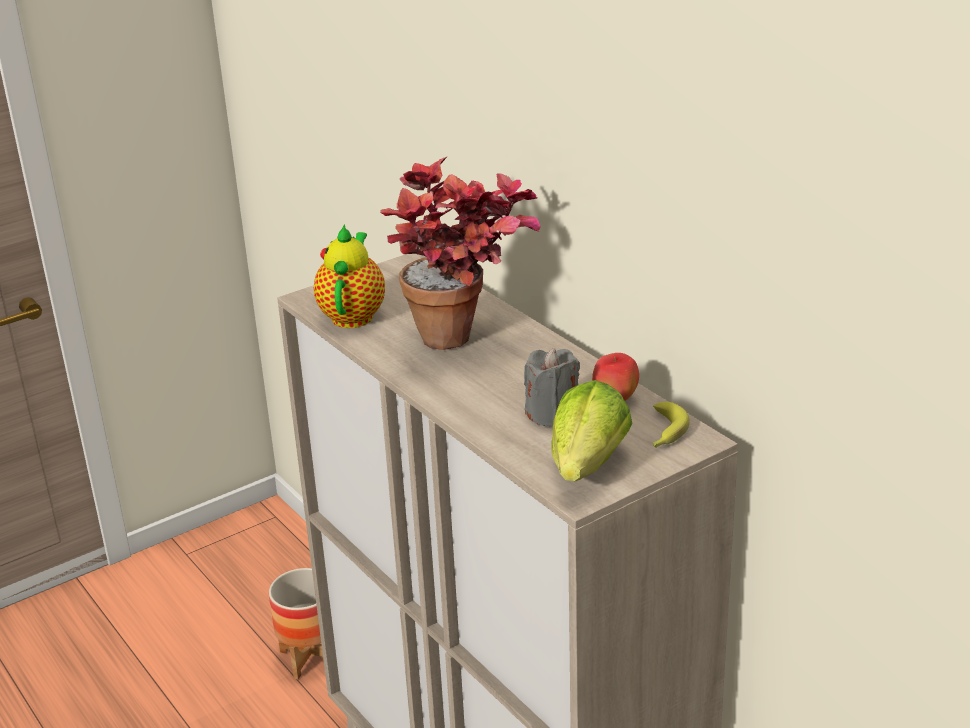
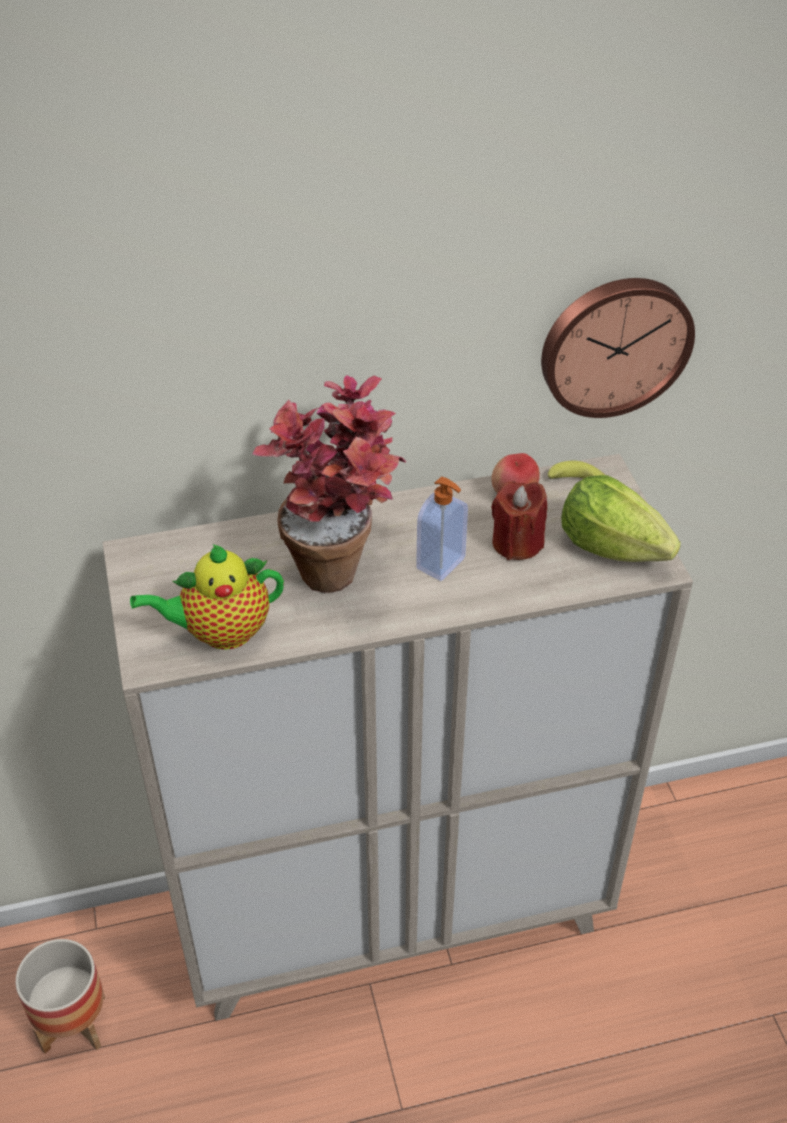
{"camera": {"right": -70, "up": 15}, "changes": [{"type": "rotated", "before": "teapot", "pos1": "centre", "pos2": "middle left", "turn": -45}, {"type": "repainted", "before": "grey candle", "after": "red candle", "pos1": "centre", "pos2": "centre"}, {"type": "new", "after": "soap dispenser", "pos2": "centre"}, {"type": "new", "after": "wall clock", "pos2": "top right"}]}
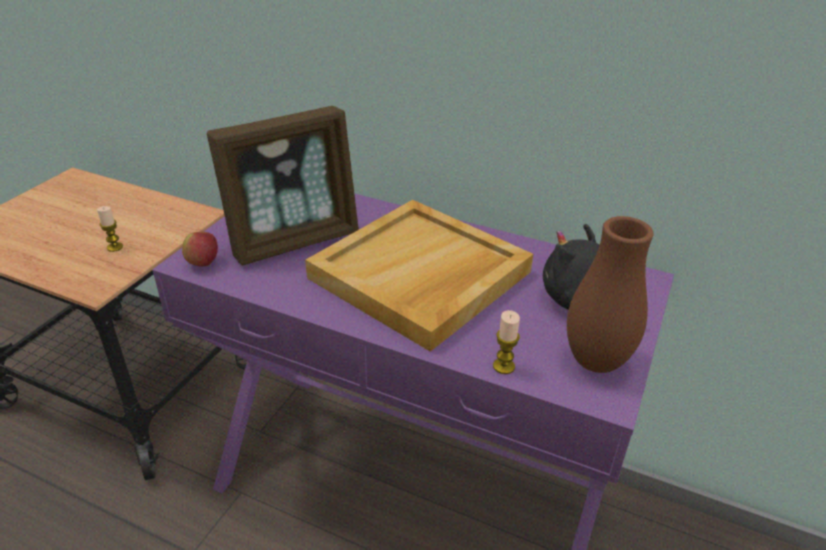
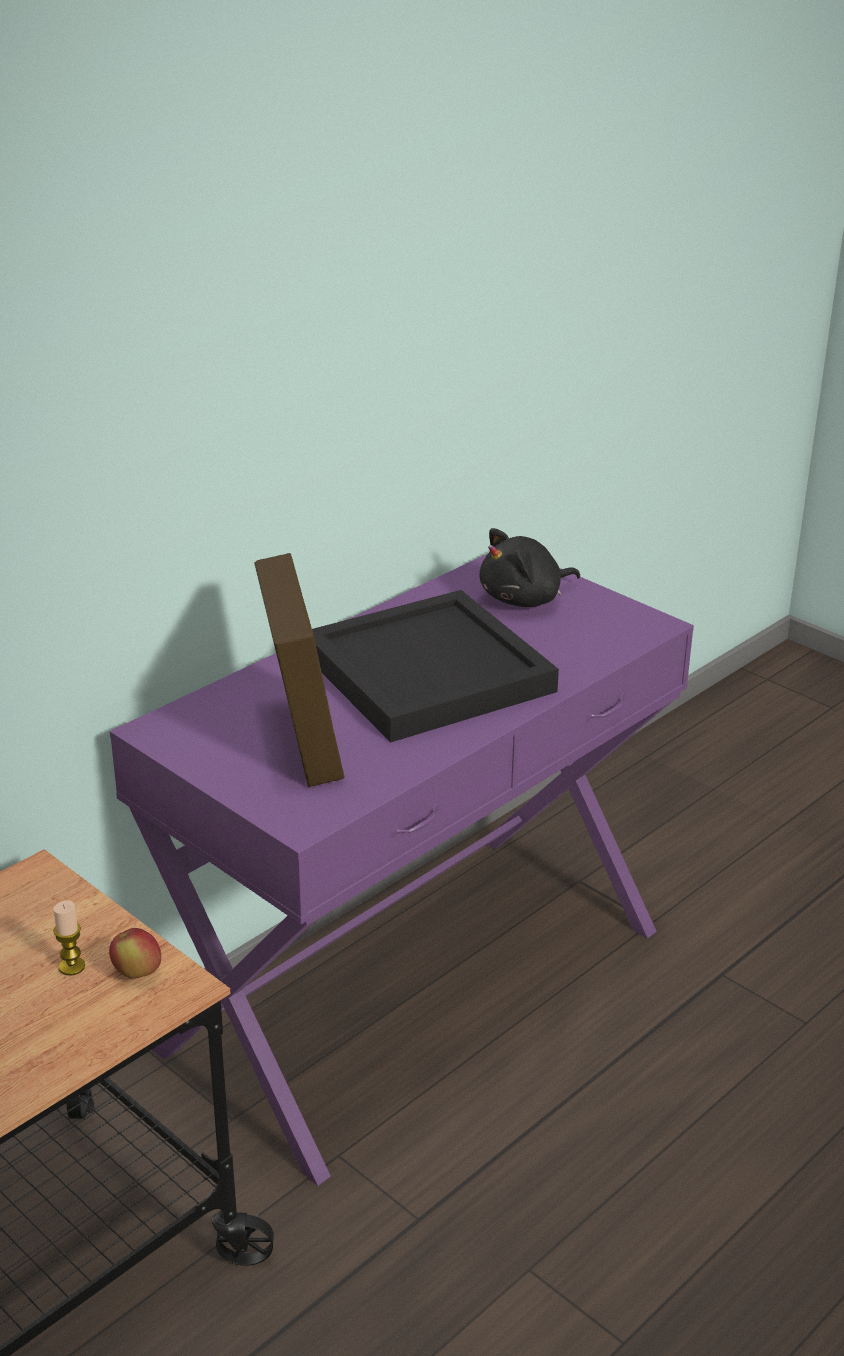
{"camera": {"right": -70, "up": -5}, "changes": [{"type": "shifted", "before": "apple", "pos1": "middle left", "pos2": "bottom left"}, {"type": "repainted", "before": "beige tray", "after": "black tray", "pos1": "centre", "pos2": "centre"}, {"type": "gone", "before": "candle (no. 2 from left)", "pos1": "centre"}, {"type": "gone", "before": "brown vase", "pos1": "middle right"}]}
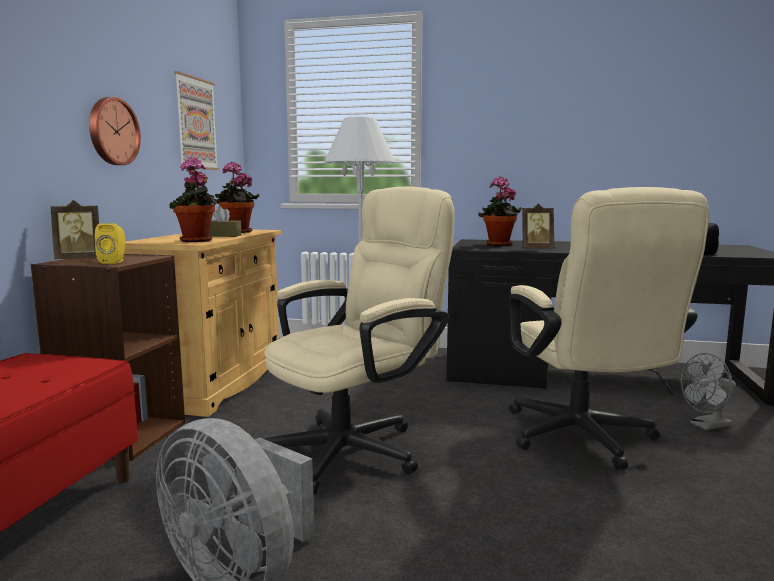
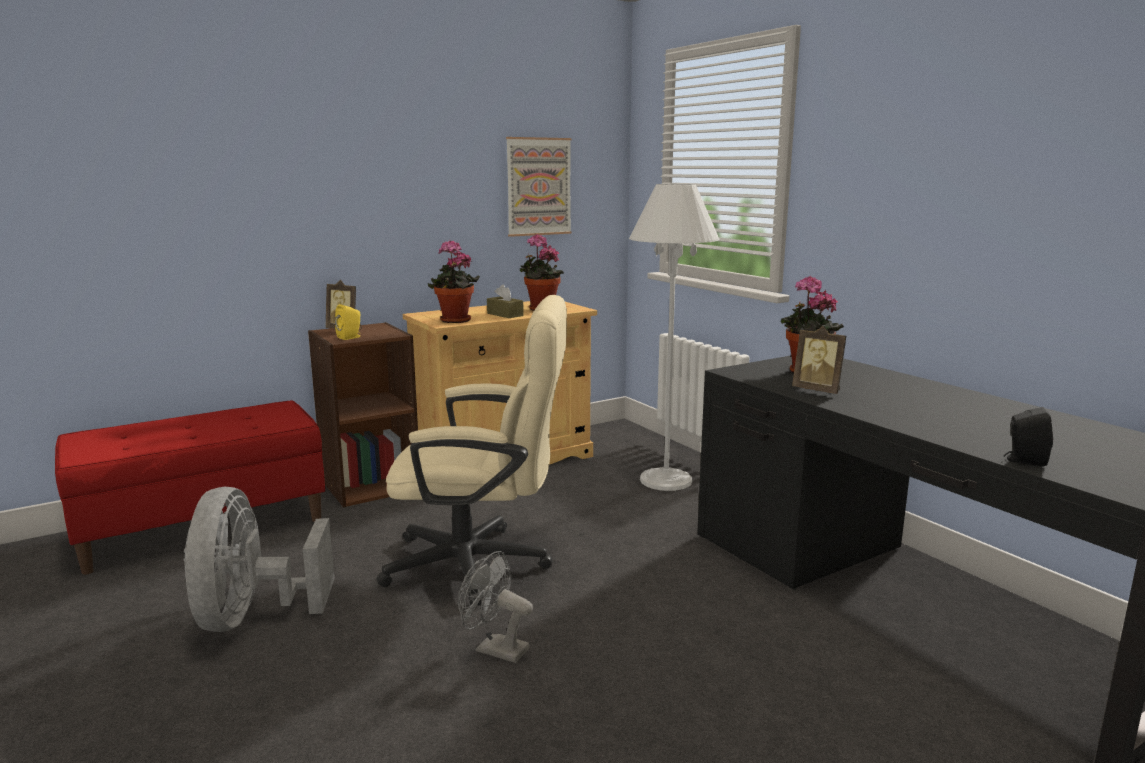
{"camera": {"right": 45, "up": 5}, "changes": [{"type": "gone", "before": "wall clock", "pos1": "top left"}, {"type": "gone", "before": "beige office chair (no. 2 from left)", "pos1": "middle right"}, {"type": "shifted", "before": "grey fan (no. 2 from left)", "pos1": "bottom right", "pos2": "bottom centre"}]}
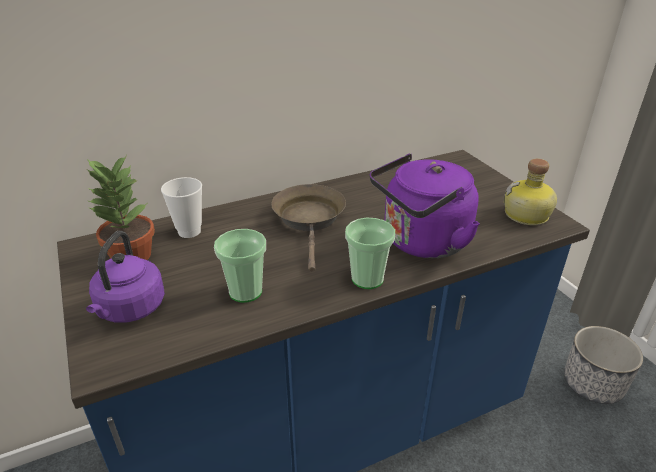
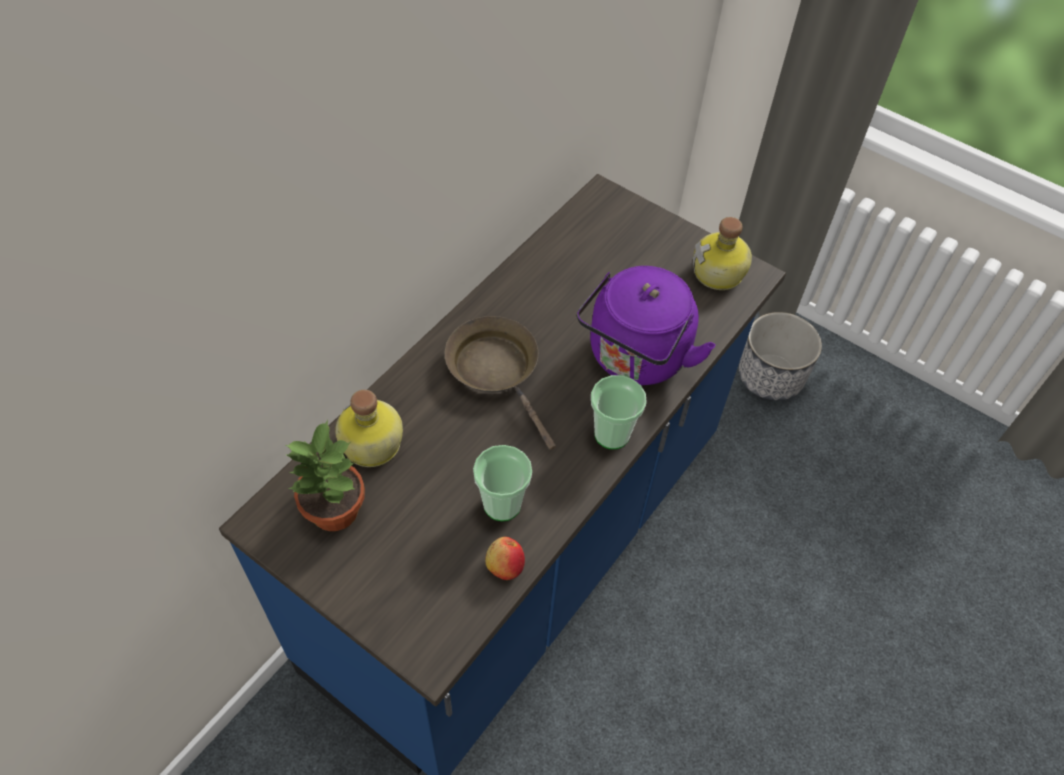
{"camera": {"right": -30, "up": 20}, "changes": [{"type": "gone", "before": "purple kettle (no. 1 from left)", "pos1": "middle left"}, {"type": "swapped", "before": "cup (no. 1 from left)", "after": "bottle (no. 1 from left)", "pos1": "middle left", "pos2": "centre"}, {"type": "new", "after": "apple", "pos2": "bottom centre"}]}
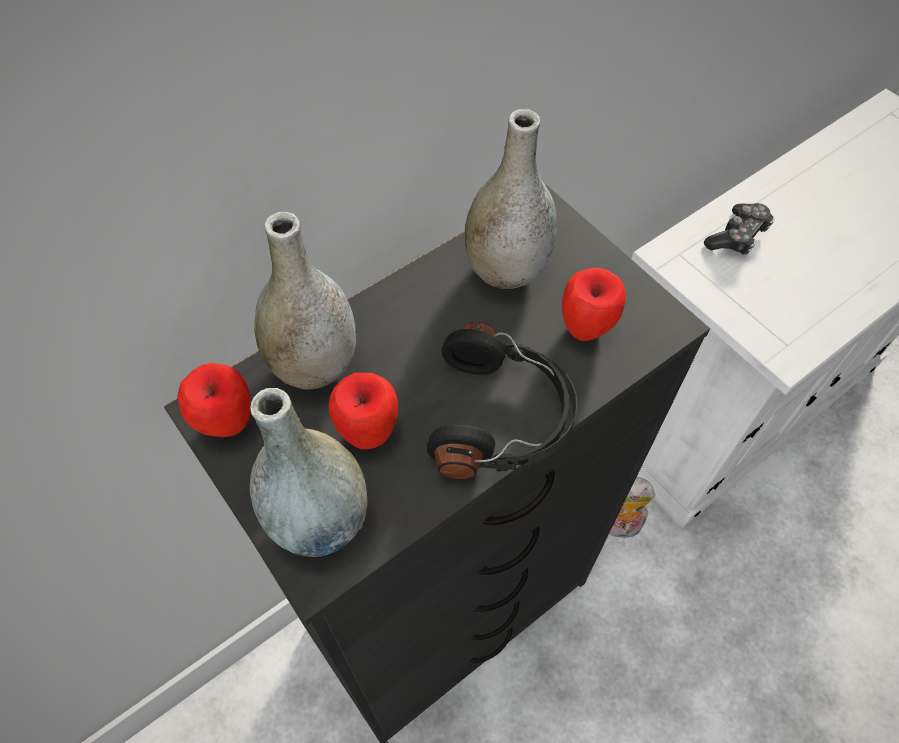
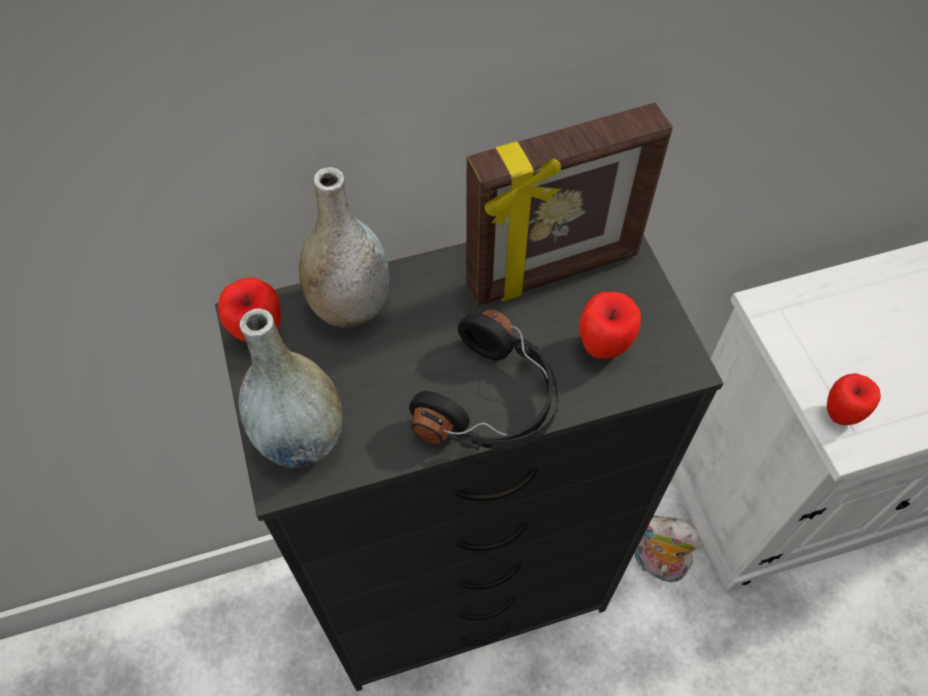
{"camera": {"right": 20, "up": 0}, "changes": [{"type": "shifted", "before": "apple (no. 2 from left in the first image)", "after": "apple (no. 3 from left)", "pos1": "centre", "pos2": "middle right"}, {"type": "swapped", "before": "grey vase (no. 3 from left)", "after": "picture frame", "pos1": "top centre", "pos2": "top centre"}, {"type": "gone", "before": "game controller", "pos1": "top right"}]}
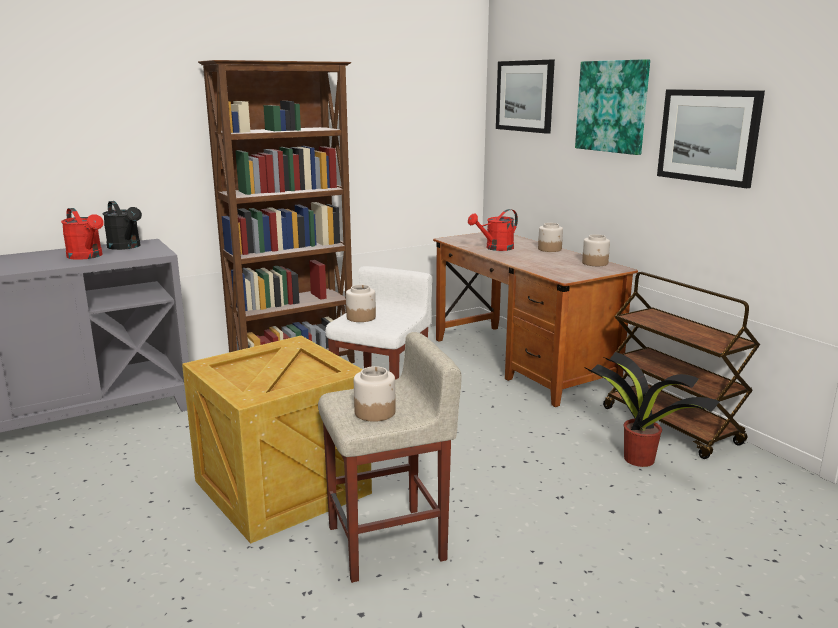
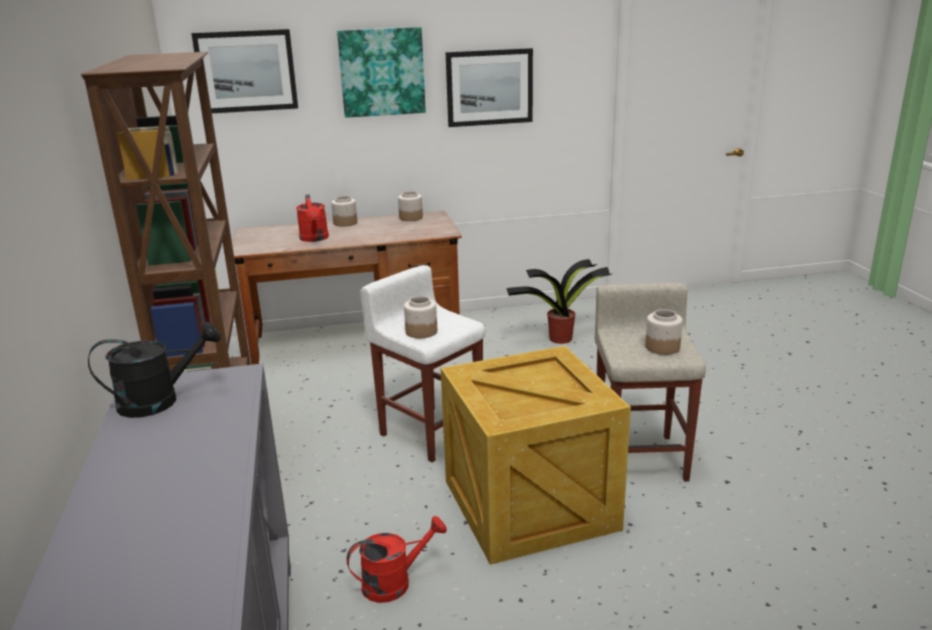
{"camera": {"right": -70, "up": 5}, "changes": [{"type": "shifted", "before": "red watering can (no. 1 from left in the first image)", "after": "red watering can (no. 2 from left)", "pos1": "middle left", "pos2": "bottom centre"}, {"type": "gone", "before": "brown cart", "pos1": "middle right"}]}
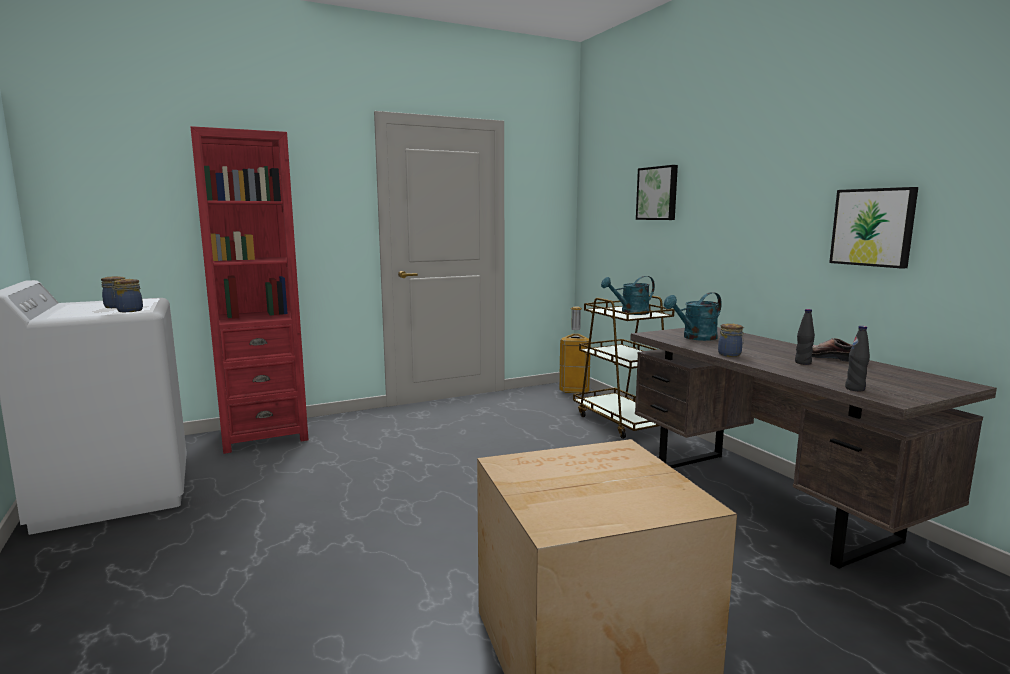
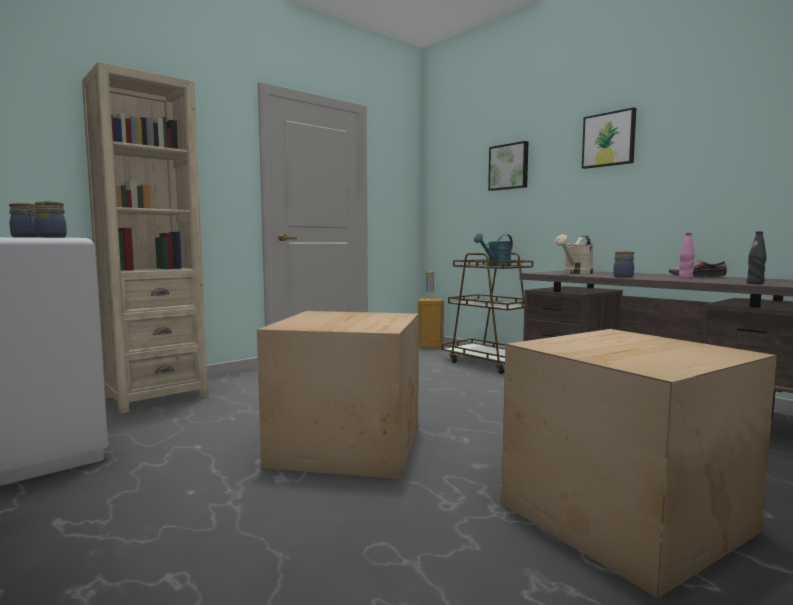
{"camera": {"right": -15, "up": -5}, "changes": [{"type": "repainted", "before": "red bookcase", "after": "beige bookcase", "pos1": "middle left", "pos2": "middle left"}, {"type": "repainted", "before": "turquoise watering can (no. 2 from left)", "after": "beige watering can", "pos1": "middle right", "pos2": "middle right"}, {"type": "repainted", "before": "black bottle (no. 1 from left)", "after": "pink bottle", "pos1": "middle right", "pos2": "middle right"}, {"type": "shifted", "before": "picture (no. 2 from left)", "pos1": "middle right", "pos2": "top right"}, {"type": "new", "after": "cardboard box (no. 1 from left)", "pos2": "centre"}]}
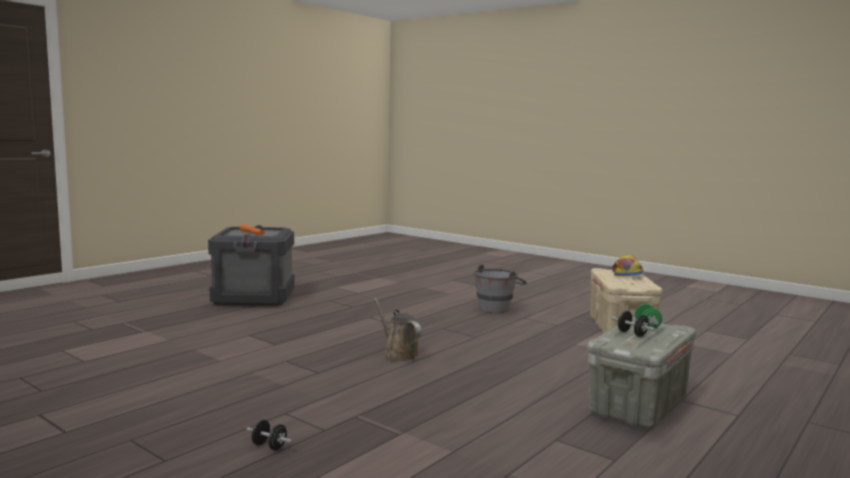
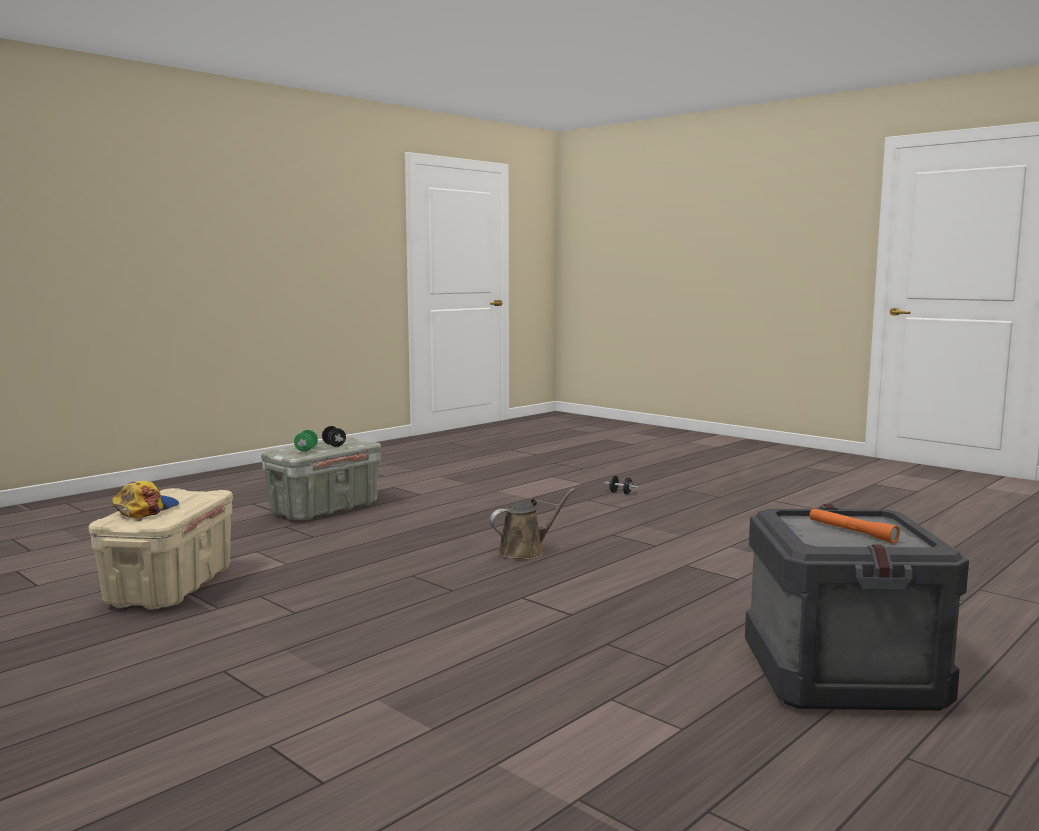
{"camera": {"right": -175, "up": 0}, "changes": [{"type": "rotated", "before": "brown watering can", "pos1": "bottom centre", "pos2": "centre", "turn": -90}, {"type": "gone", "before": "grey bucket", "pos1": "centre"}]}
